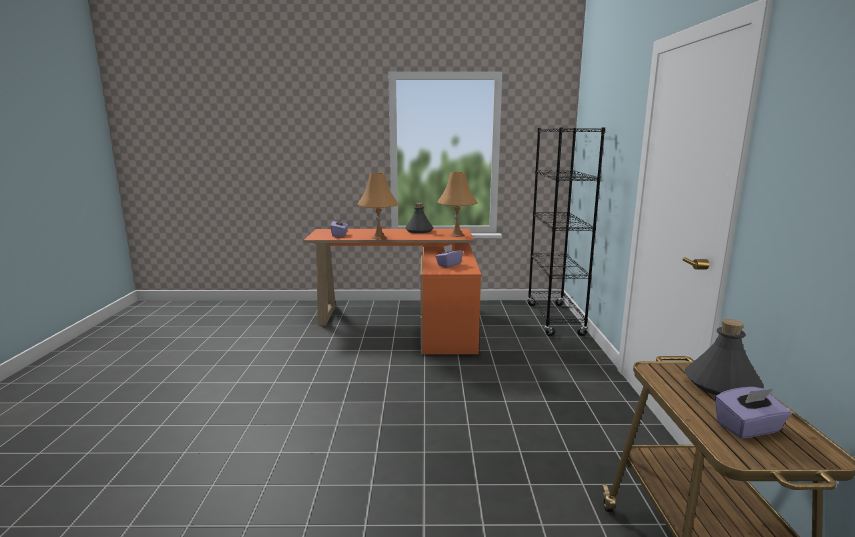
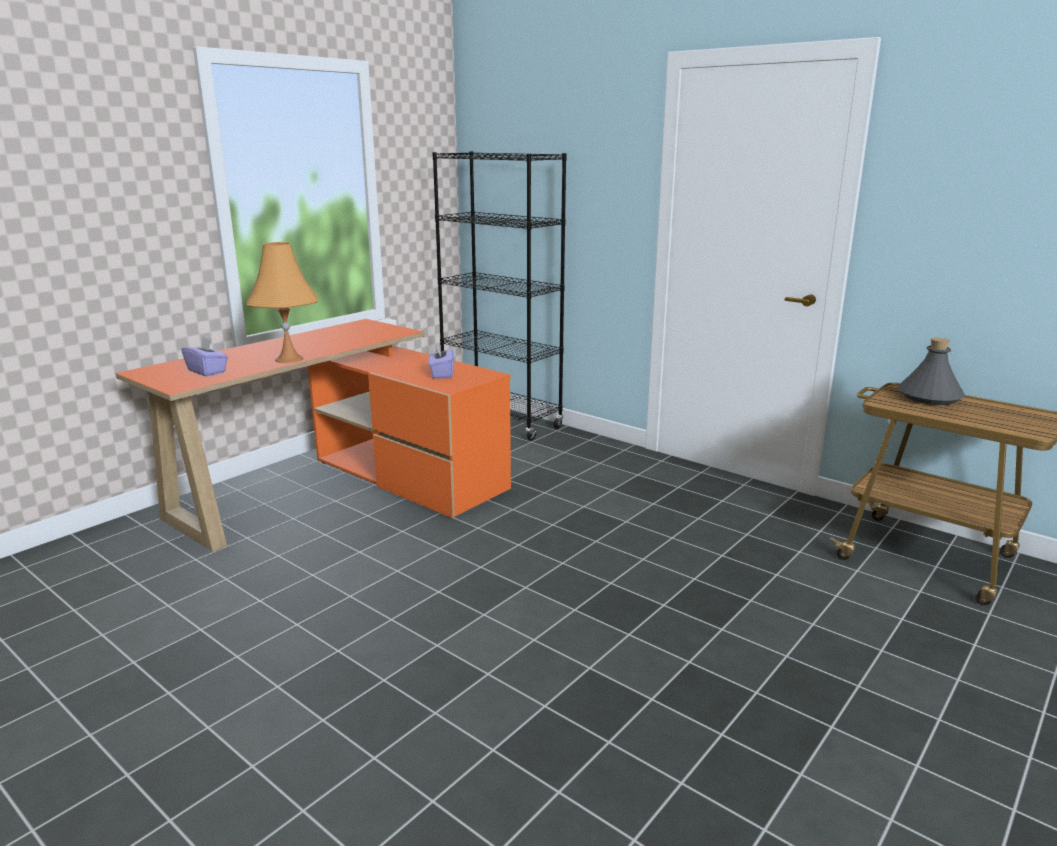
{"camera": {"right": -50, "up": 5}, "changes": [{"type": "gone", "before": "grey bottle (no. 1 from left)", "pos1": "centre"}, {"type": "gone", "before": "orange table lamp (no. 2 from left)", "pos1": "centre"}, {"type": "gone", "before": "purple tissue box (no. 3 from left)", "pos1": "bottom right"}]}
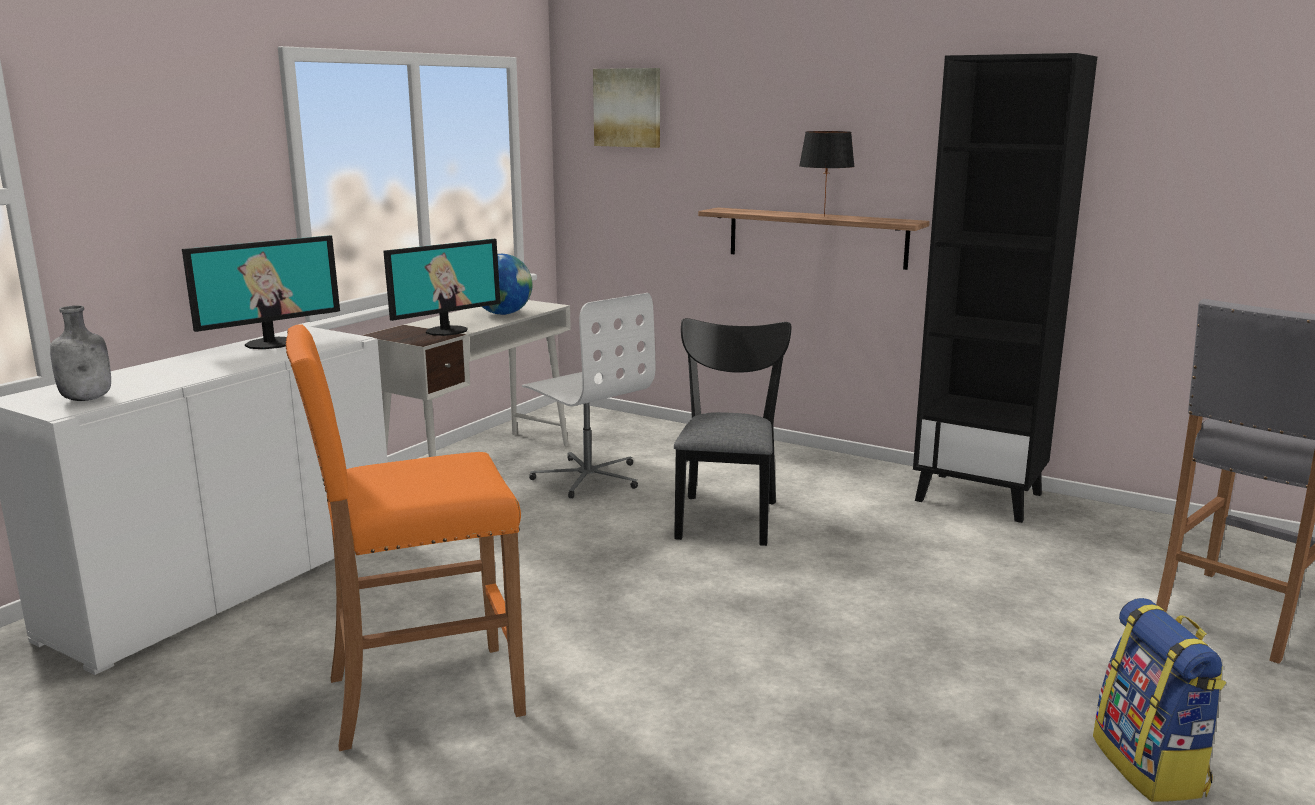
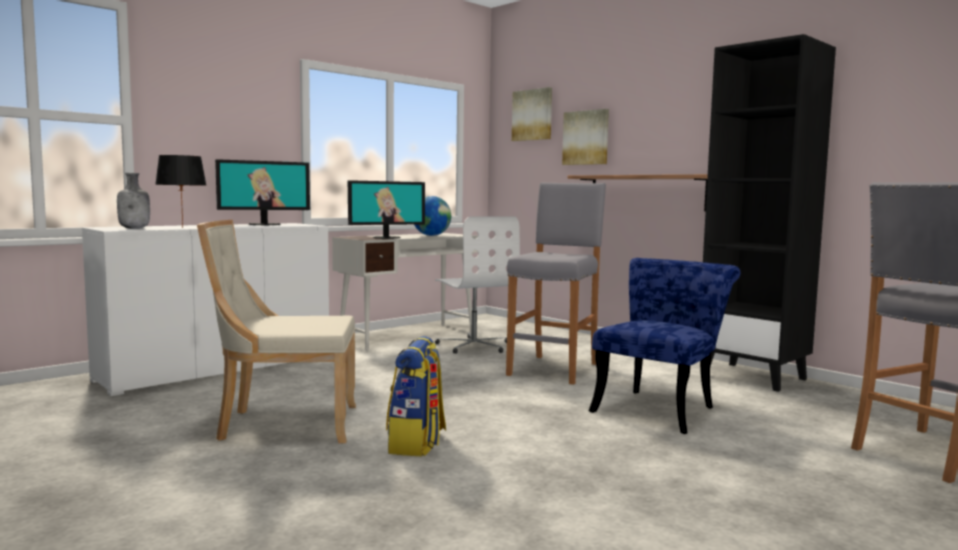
{"camera": {"right": 15, "up": -10}, "changes": [{"type": "swapped", "before": "orange stool", "after": "beige chair", "pos1": "bottom left", "pos2": "middle left"}, {"type": "swapped", "before": "black chair", "after": "grey stool (no. 1 from left)", "pos1": "centre", "pos2": "centre"}, {"type": "shifted", "before": "black table lamp", "pos1": "top centre", "pos2": "middle left"}, {"type": "shifted", "before": "backpack", "pos1": "bottom right", "pos2": "bottom centre"}, {"type": "new", "after": "picture (no. 2 from left)", "pos2": "top centre"}, {"type": "new", "after": "blue chair", "pos2": "middle right"}]}
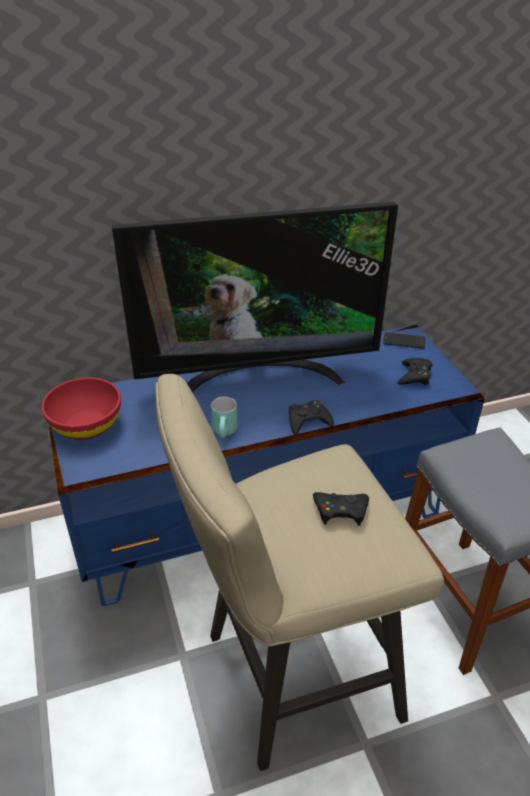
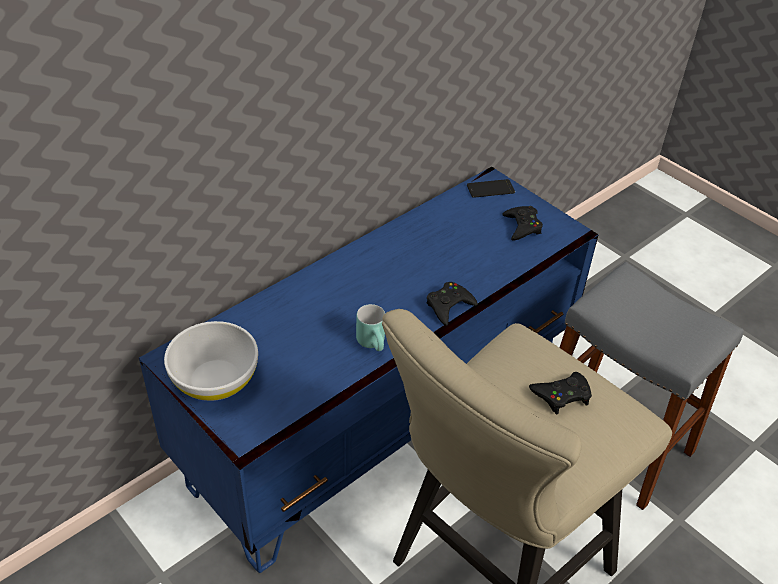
{"camera": {"right": -25, "up": 5}, "changes": [{"type": "repainted", "before": "red bowl", "after": "white bowl", "pos1": "middle left", "pos2": "middle left"}, {"type": "gone", "before": "television", "pos1": "centre"}]}
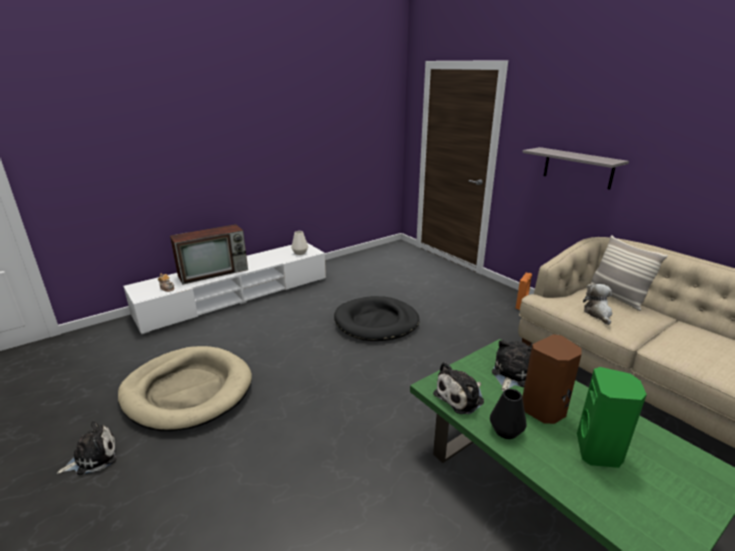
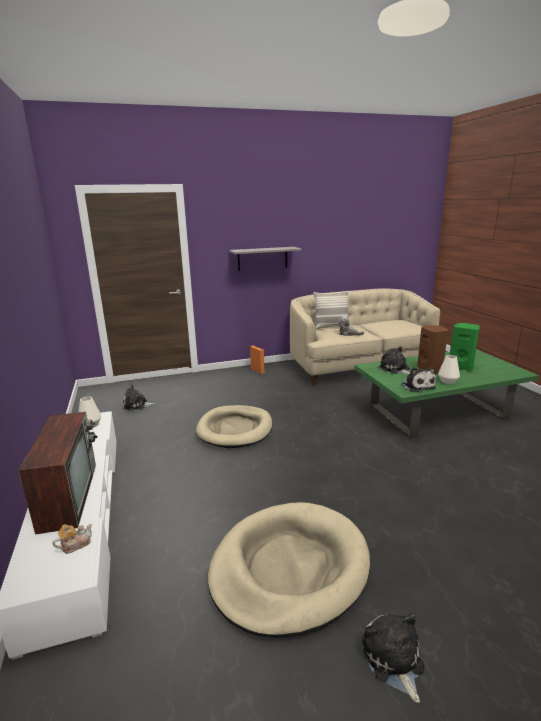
{"camera": {"right": -70, "up": -5}, "changes": [{"type": "repainted", "before": "black dog bed", "after": "beige dog bed (no. 1 from left)", "pos1": "centre", "pos2": "centre"}, {"type": "repainted", "before": "black vase", "after": "white vase (no. 2 from left)", "pos1": "bottom right", "pos2": "middle right"}, {"type": "new", "after": "plush toy (no. 1 from left)", "pos2": "middle left"}]}
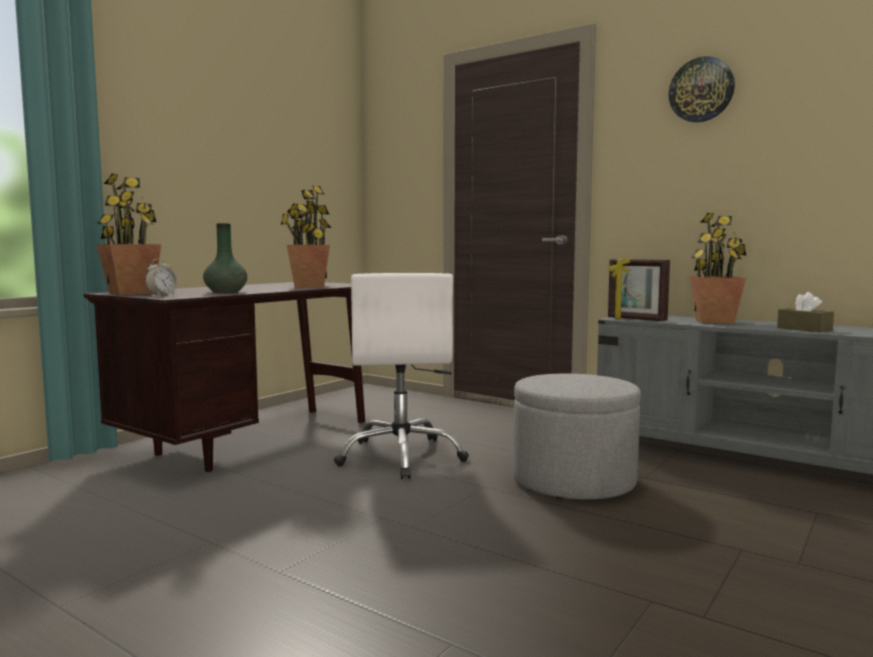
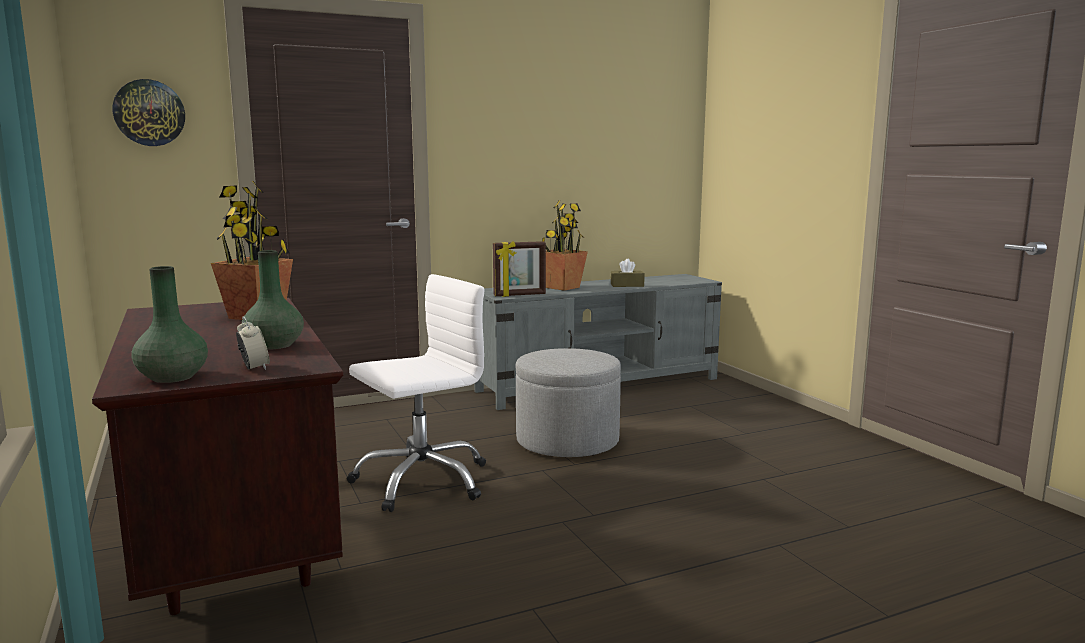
{"camera": {"right": -60, "up": 5}, "changes": [{"type": "swapped", "before": "potted plant (no. 1 from left)", "after": "green vase (no. 1 from left)", "pos1": "middle left", "pos2": "middle left"}, {"type": "rotated", "before": "white office chair", "pos1": "centre", "pos2": "centre", "turn": -60}, {"type": "shifted", "before": "wall clock", "pos1": "top right", "pos2": "top left"}]}
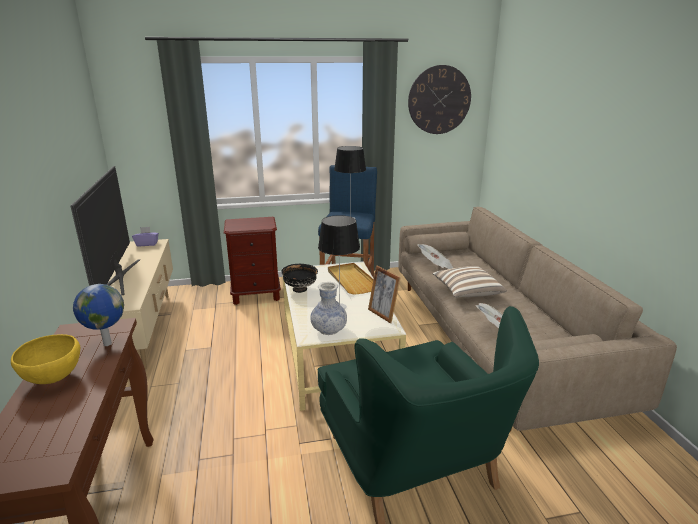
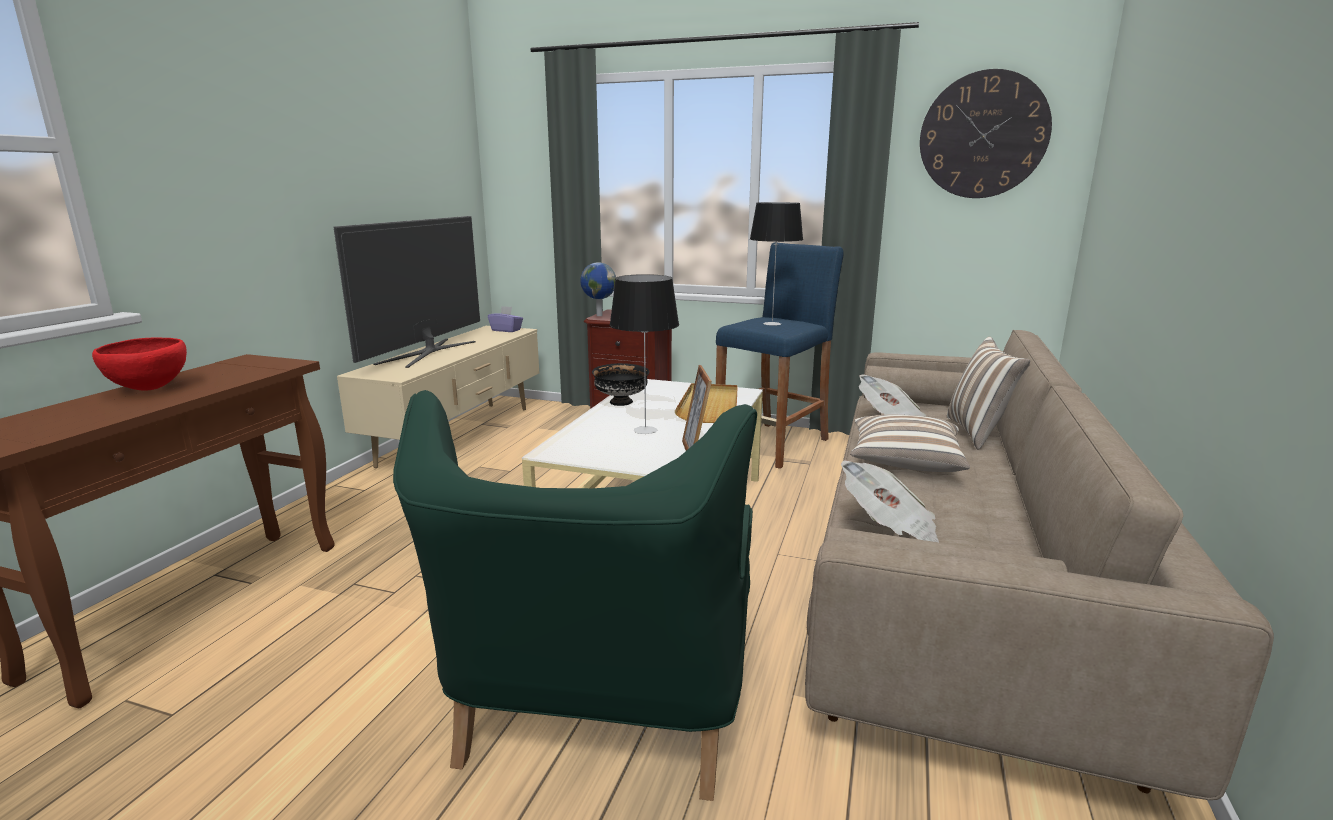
{"camera": {"right": 30, "up": -5}, "changes": [{"type": "repainted", "before": "yellow bowl", "after": "red bowl", "pos1": "bottom left", "pos2": "middle left"}, {"type": "shifted", "before": "globe", "pos1": "middle left", "pos2": "centre"}, {"type": "gone", "before": "vase", "pos1": "centre"}, {"type": "new", "after": "pillow (no. 2 from left)", "pos2": "middle right"}]}
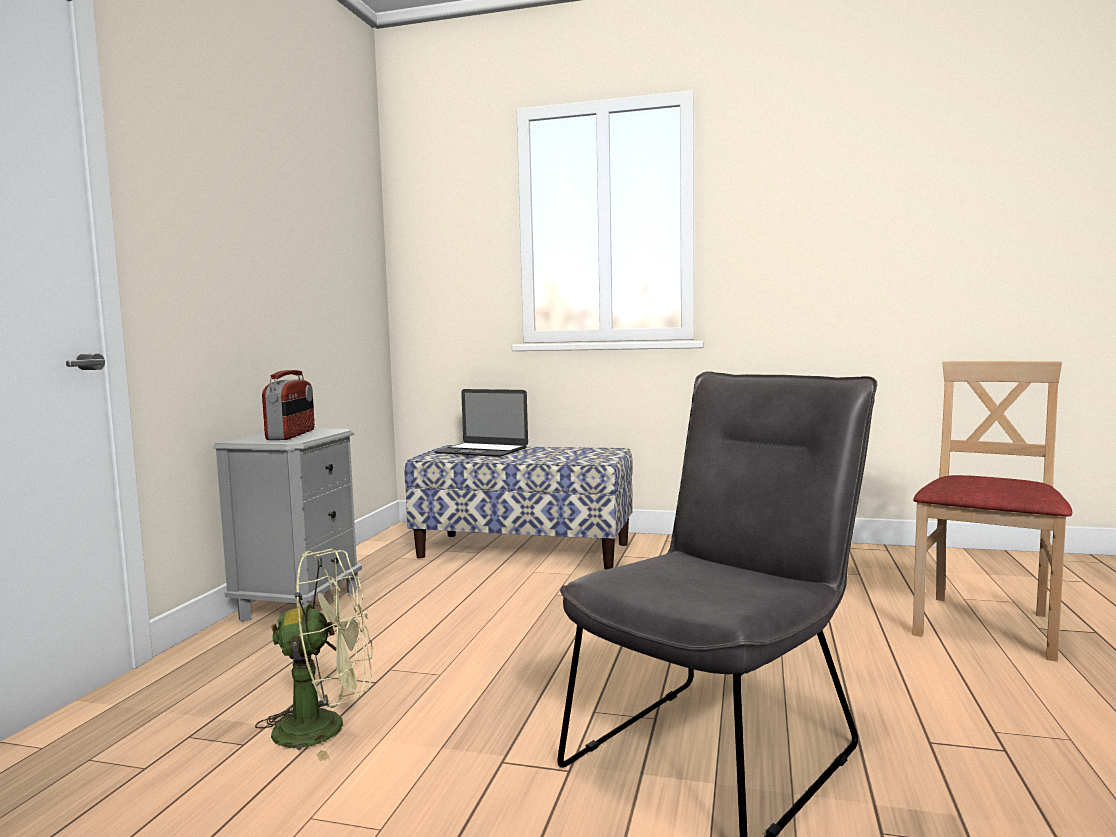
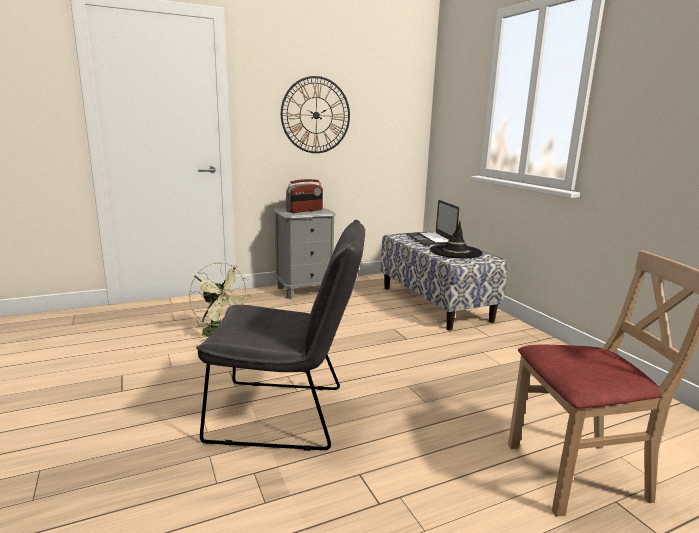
{"camera": {"right": 50, "up": 10}, "changes": [{"type": "new", "after": "wall clock", "pos2": "top centre"}, {"type": "new", "after": "black hat", "pos2": "centre"}]}
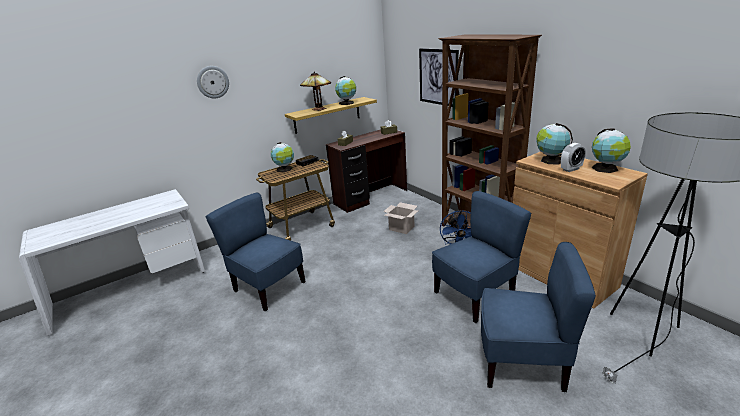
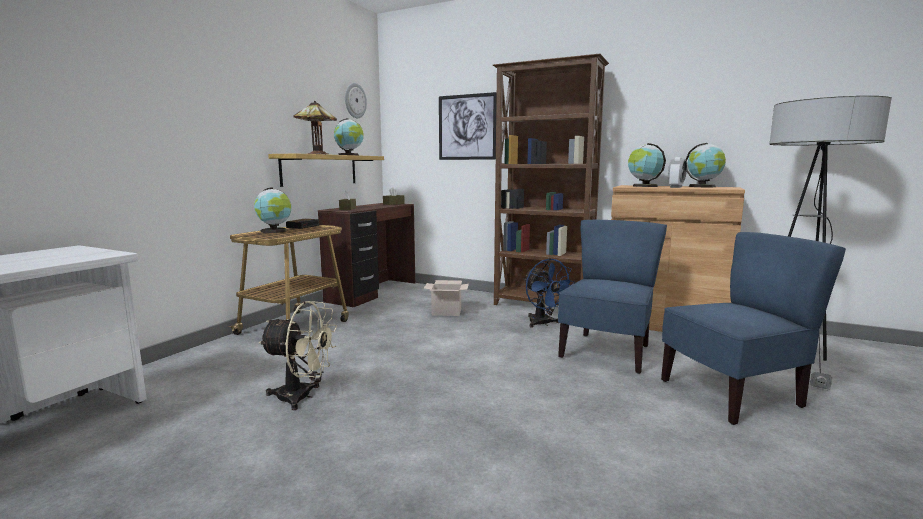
{"camera": {"right": -30, "up": -15}, "changes": [{"type": "shifted", "before": "wall clock", "pos1": "top left", "pos2": "top centre"}, {"type": "swapped", "before": "blue chair (no. 1 from left)", "after": "beige fan", "pos1": "centre", "pos2": "bottom left"}]}
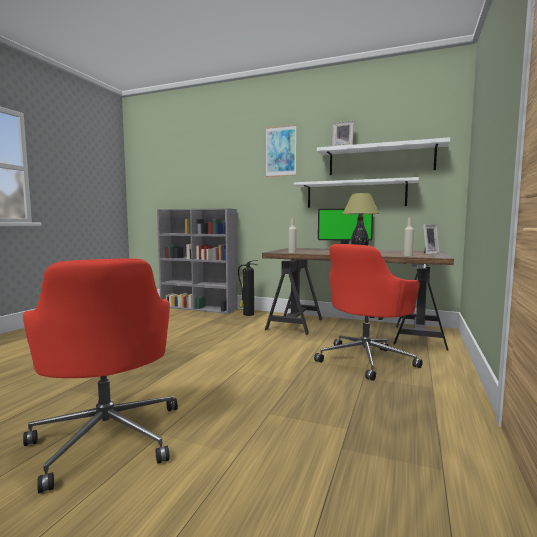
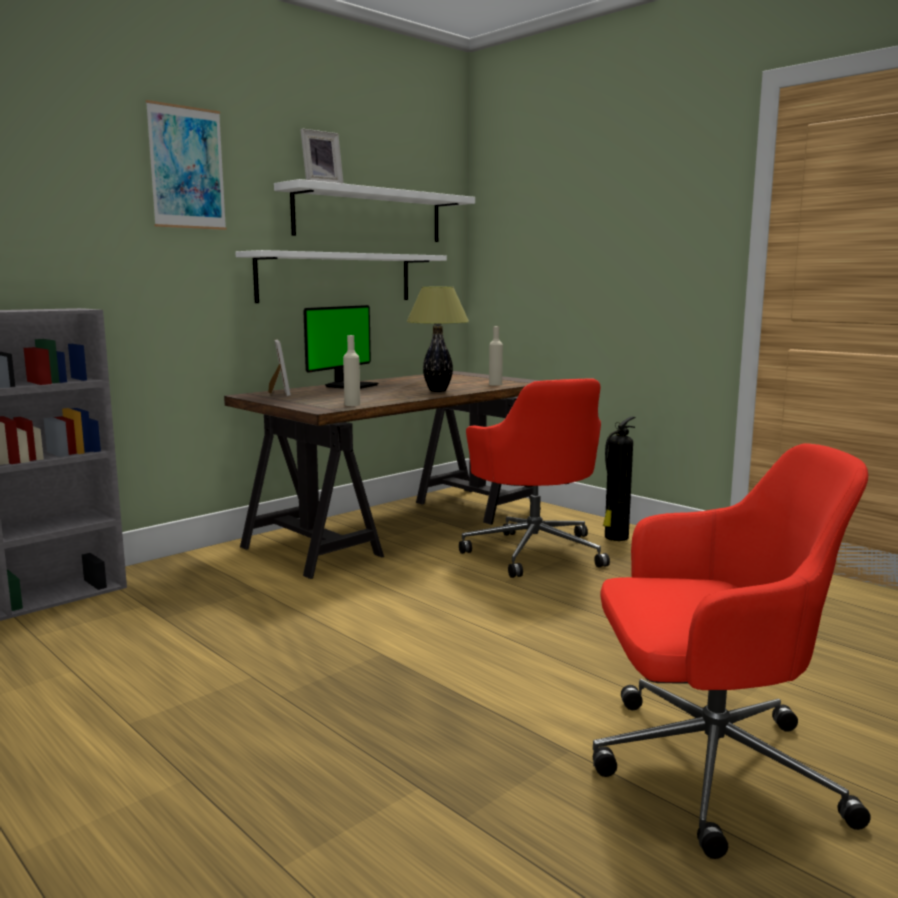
{"camera": {"right": -65, "up": 5}, "changes": [{"type": "shifted", "before": "fire extinguisher", "pos1": "centre", "pos2": "middle right"}, {"type": "shifted", "before": "picture frame (no. 2 from left in the first image)", "after": "picture frame (no. 1 from left)", "pos1": "middle right", "pos2": "middle left"}]}
